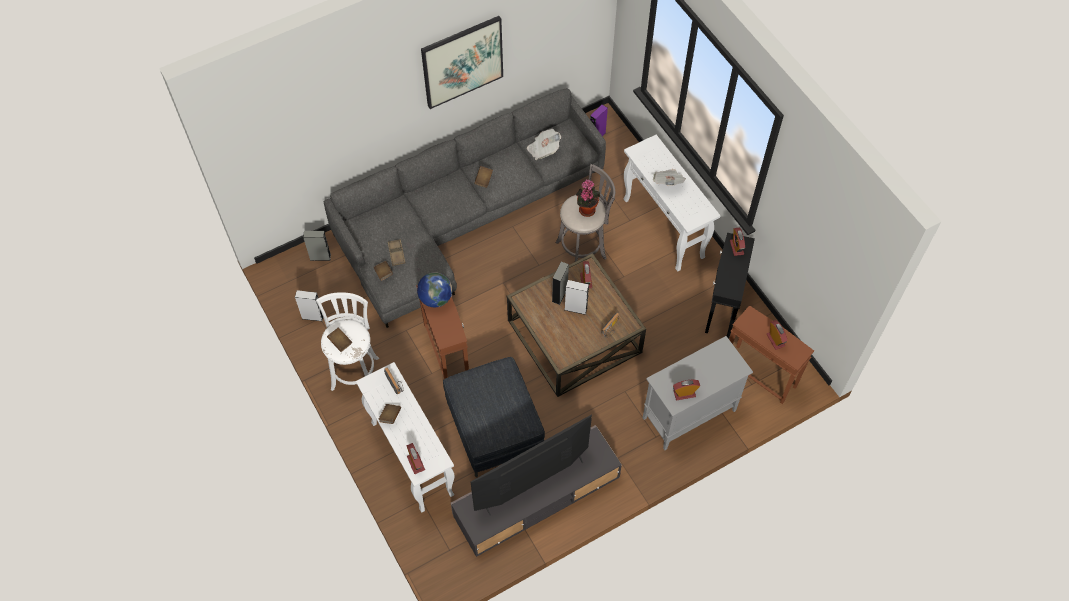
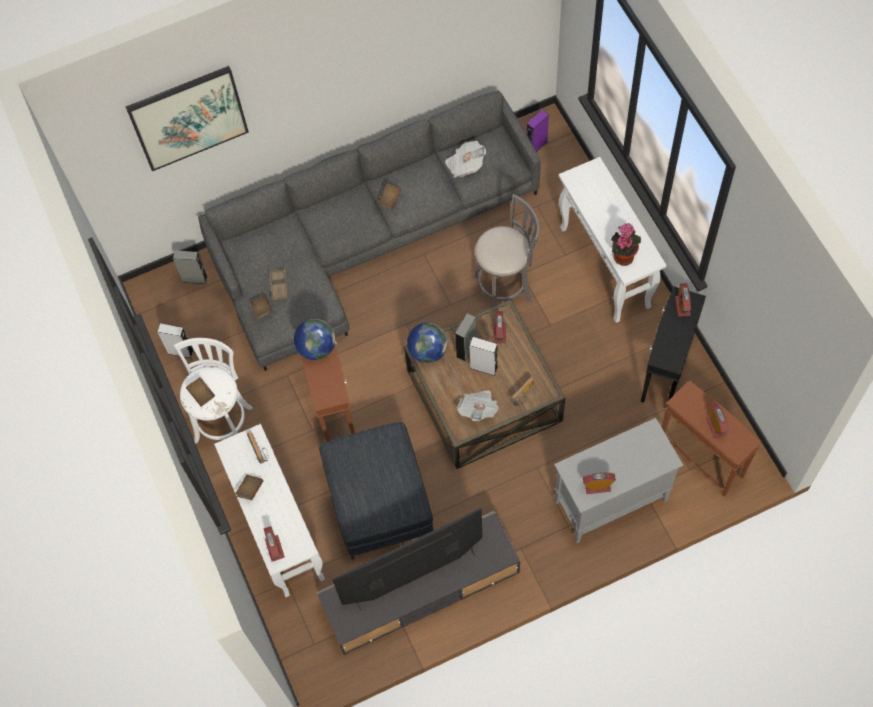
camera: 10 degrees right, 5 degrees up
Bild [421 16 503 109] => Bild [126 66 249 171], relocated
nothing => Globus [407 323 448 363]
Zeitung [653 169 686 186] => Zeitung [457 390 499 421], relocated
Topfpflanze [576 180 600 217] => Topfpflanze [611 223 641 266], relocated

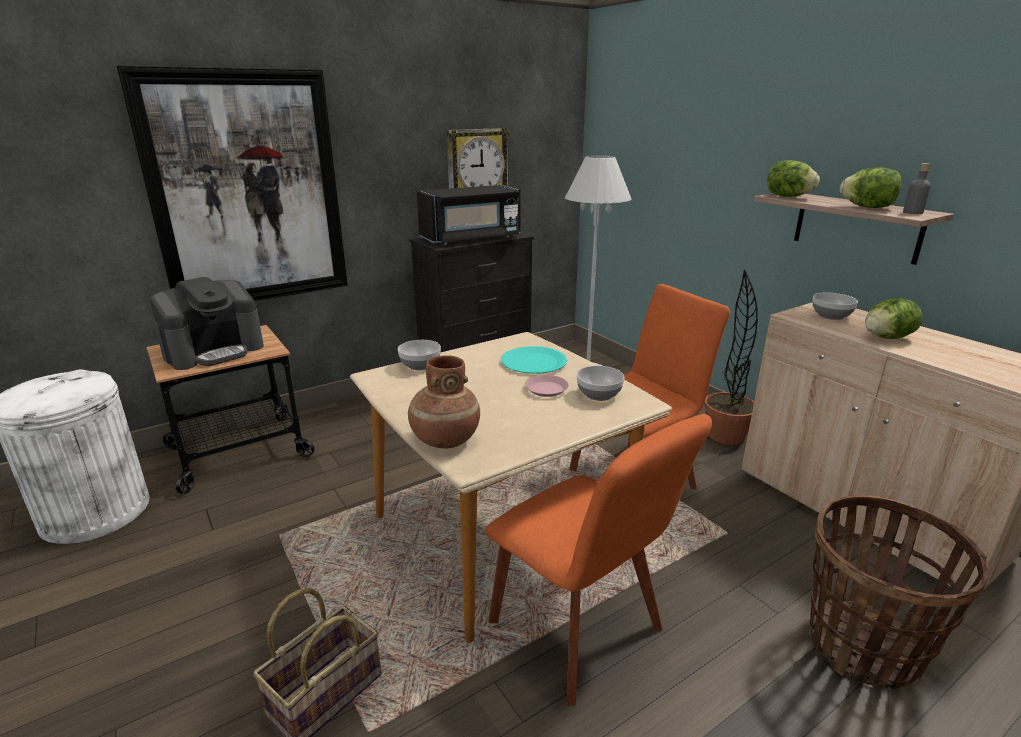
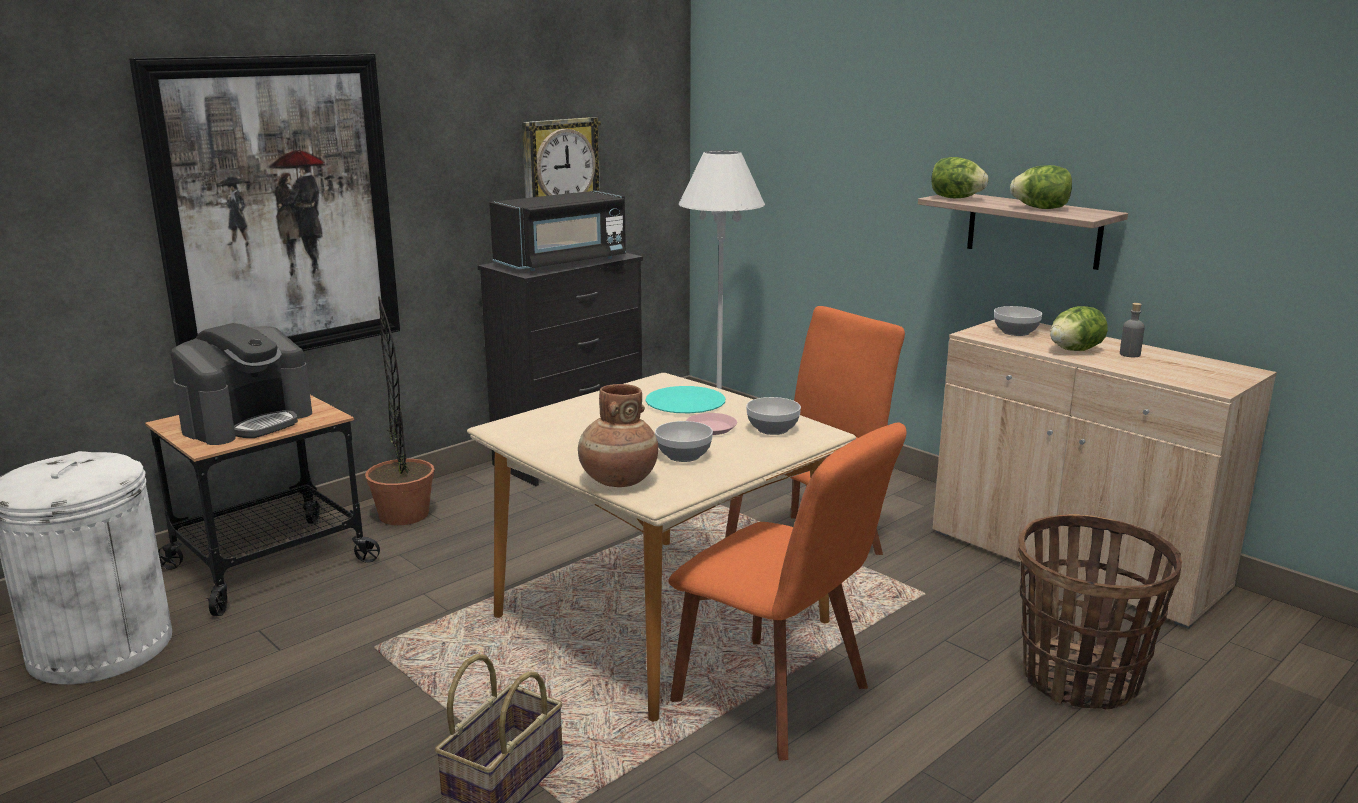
camera: 10 degrees left, 5 degrees down
Topfpflanze [705 269 758 445] => Topfpflanze [365 296 434 525], relocated
Schüssel [398 340 441 370] => Schüssel [655 421 713 462], relocated
Flasche [grau] [903 163 931 214] => Flasche [grau] [1120 303 1145 357], relocated

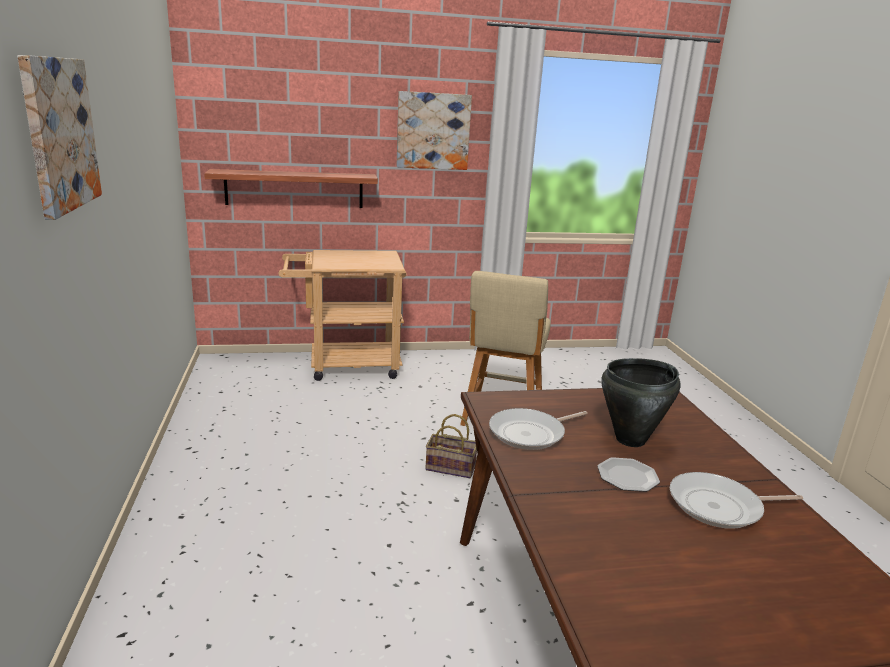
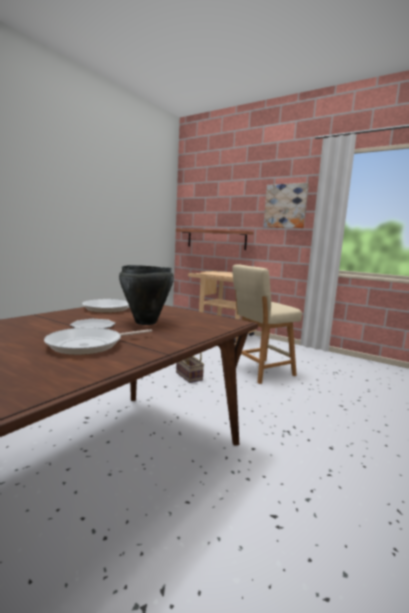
camera: 45 degrees right, 10 degrees down
Pfanne [670 472 803 529] => Pfanne [44 327 152 355], 75 degrees counterclockwise
Bild [17 55 102 220] => nothing

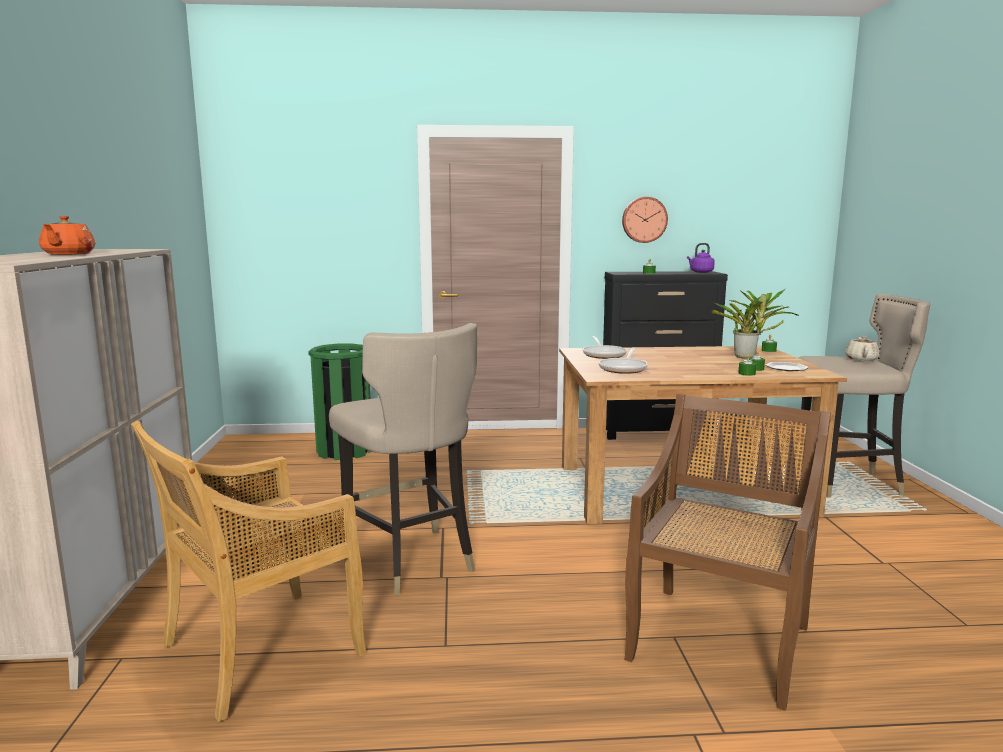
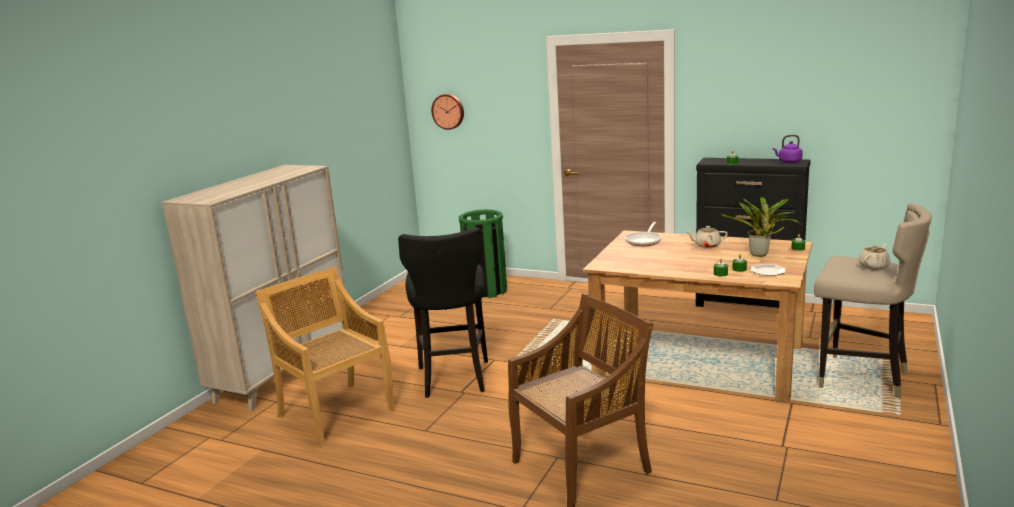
camera: 30 degrees right, 5 degrees up
Stuhl [beige] [131 420 367 722] => Stuhl [beige] [255 267 396 445], 60 degrees clockwise
Hocker [beige] [329 323 477 596] => Hocker [schwarz] [398 227 488 398]
Wanduhr [622 197 668 243] => Wanduhr [431 94 464 130], relocated
nothing => Teekanne [beige] [685 226 728 248]
Teekanne [orange] [39 216 95 255] => nothing
Pfanne [599 348 648 374] => nothing

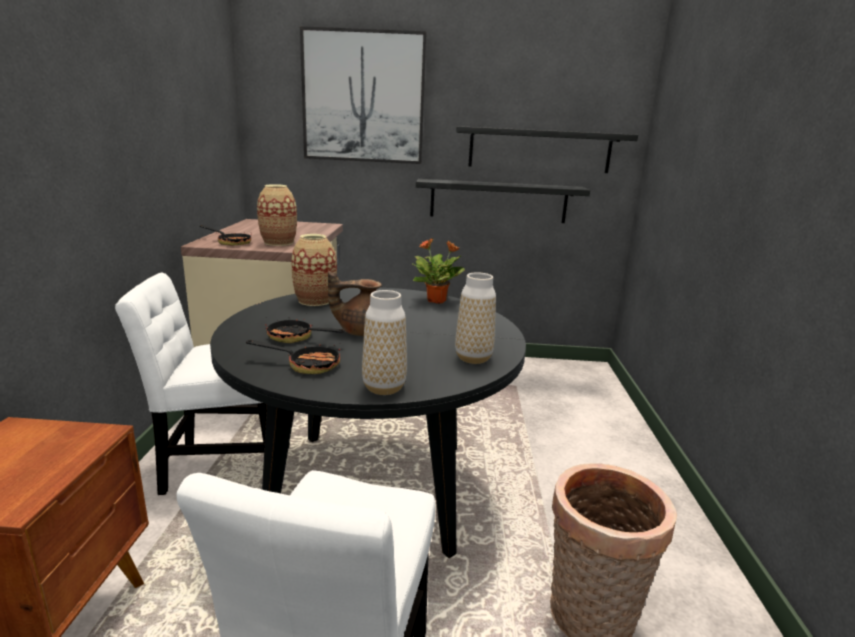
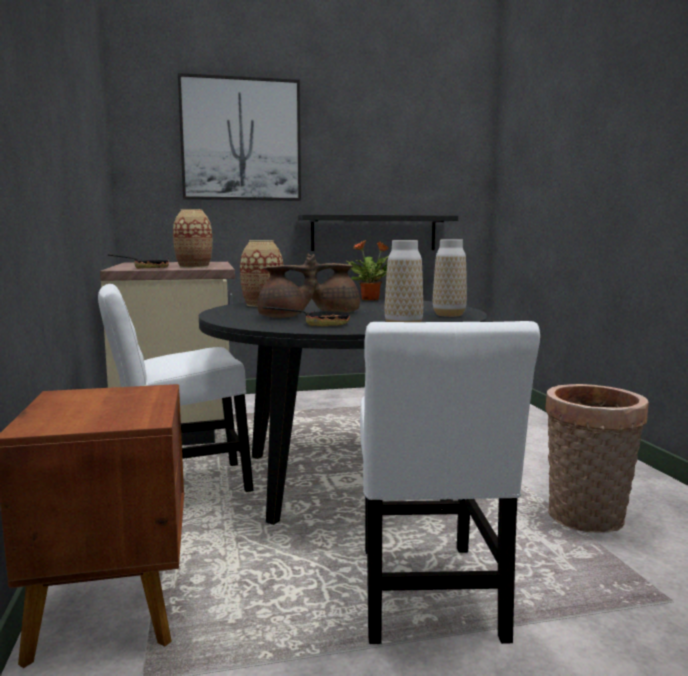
camera: 15 degrees left, 10 degrees down
Pfanne [265 319 345 343] => Teekanne [braun] [257 254 315 318]
Wandregal [schwarz] [456 126 638 173] => nothing

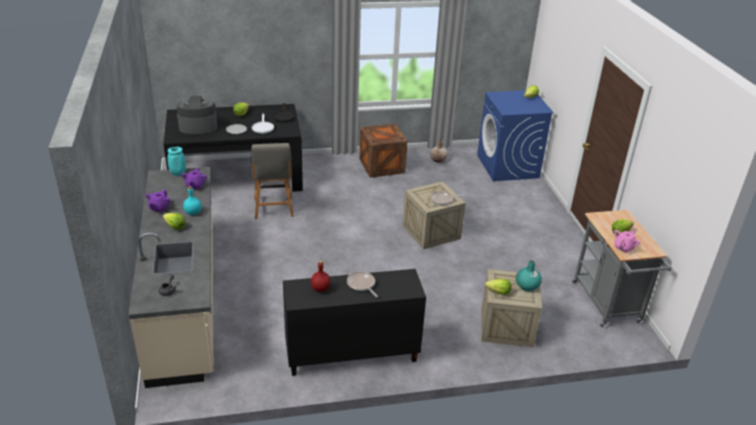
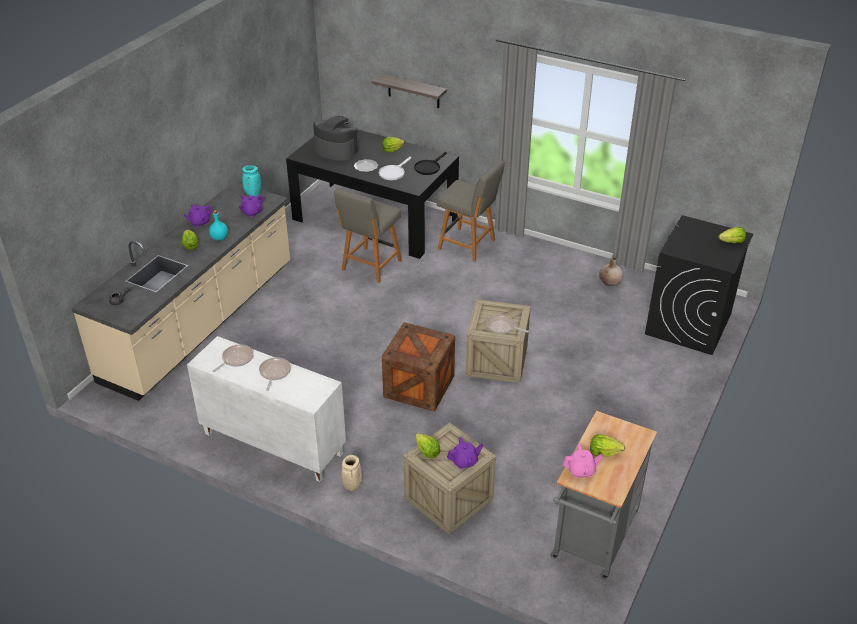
camera: 40 degrees right, 5 degrees up
Schrank [schwarz] [283 269 426 376] => Schrank [weiß] [187 336 346 482]
Flasche [rot] [311 261 331 292] => Pfanne [212 344 254 372]
nothing => Vase [beige] [341 455 362 491]
nothing => Wandregal [371 73 447 108]
Kiste [360 124 408 177] => Kiste [382 323 455 411], relocated
nothing => Stuhl [grau] [437 160 505 262]
Vase [türkis] [516 260 542 291] => Teekanne [lila] [447 437 483 469]
Waschmaschine [blau] [477 90 554 181] => Waschmaschine [schwarz] [645 215 753 355]

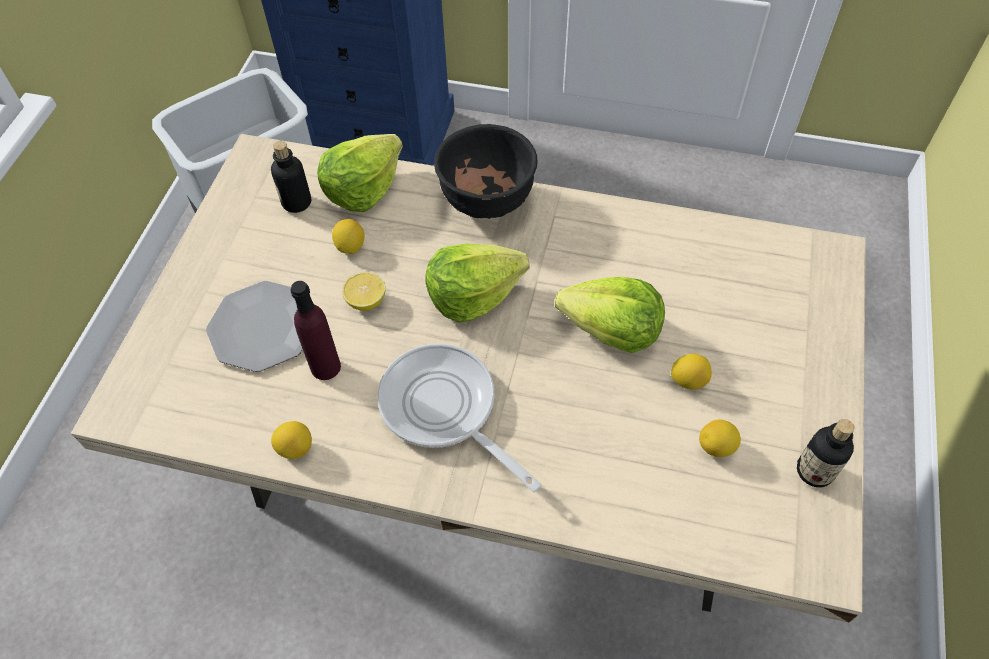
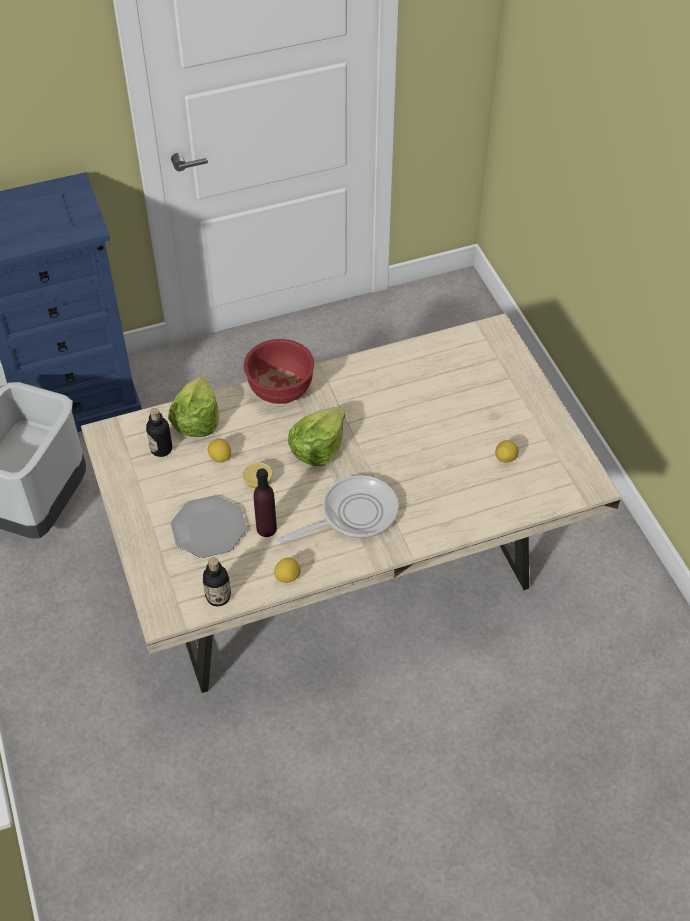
camera: 35 degrees left, 5 degrees down
Flasche [797 419 854 487] => Flasche [202 557 231 606], relocated
Schüssel [schwarz] [434 124 538 219] => Schüssel [rot] [244 339 314 404]
Pfanne [377 344 541 492] => Pfanne [276 475 399 544], 135 degrees clockwise
Salatkopf [555 277 665 353] => nothing
Zitrone [671 354 712 390] => nothing

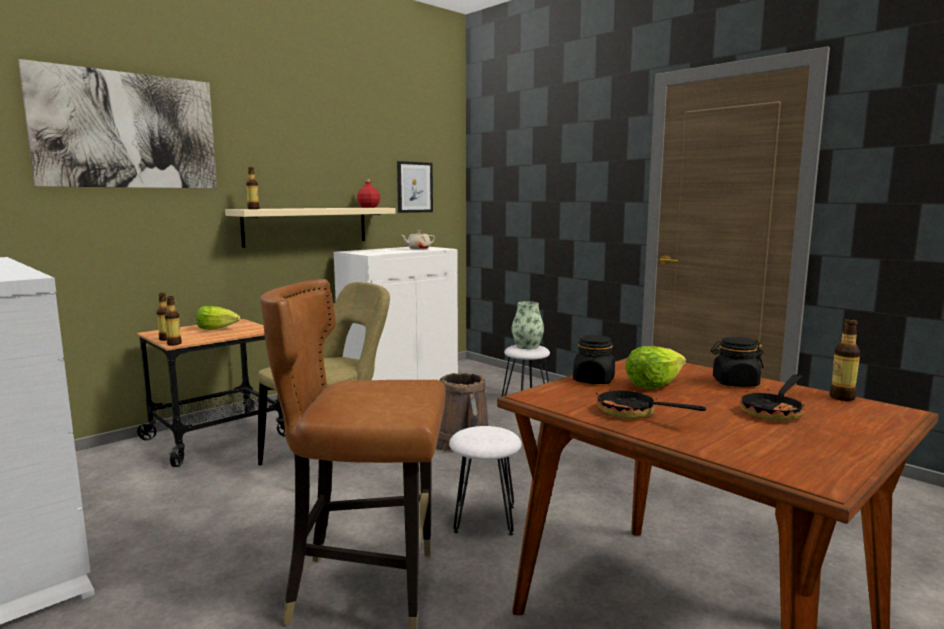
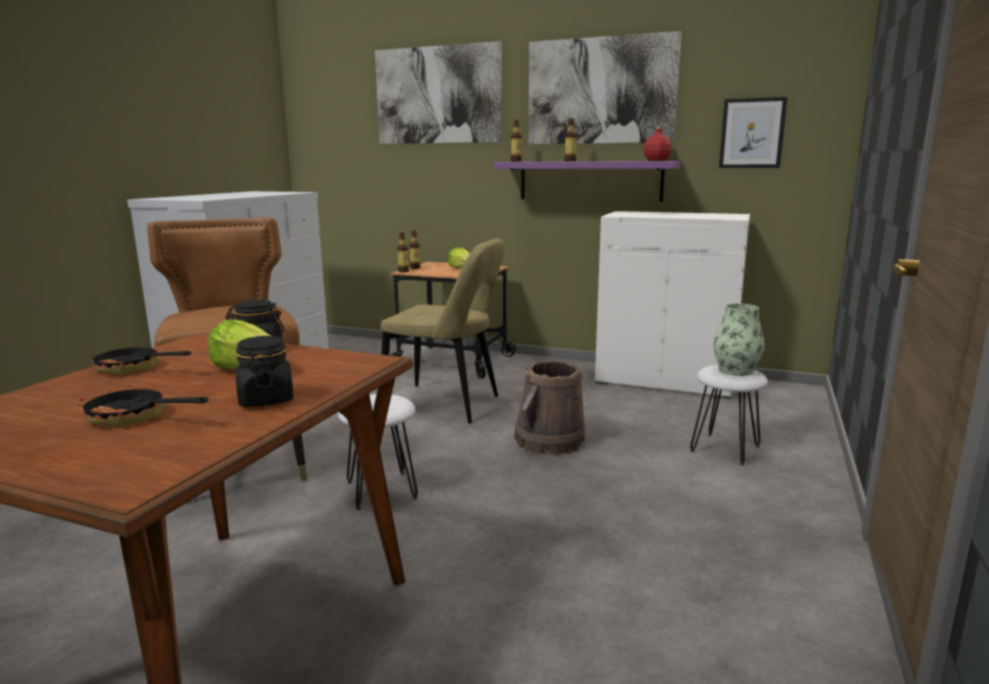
camera: 65 degrees right, 5 degrees up
Pfanne [596 383 706 419] => Pfanne [89 336 191 375], 90 degrees counterclockwise
Wandregal [beige] [225 208 396 248] => Wandregal [lila] [494 161 681 202]
nothing => Bild [529 31 682 144]
Flasche [829 319 860 401] => Flasche [565 118 577 161], relocated
Teekanne [beige] [401 230 435 249] => nothing

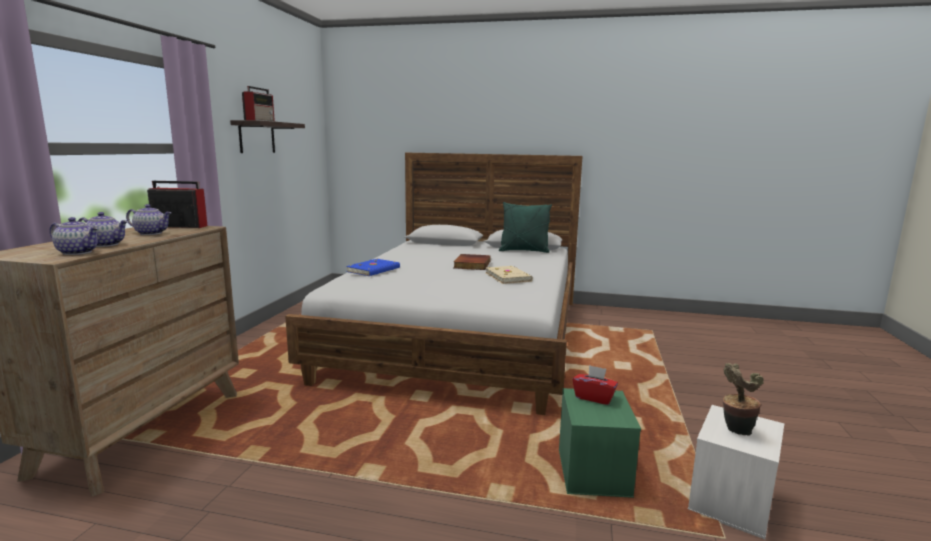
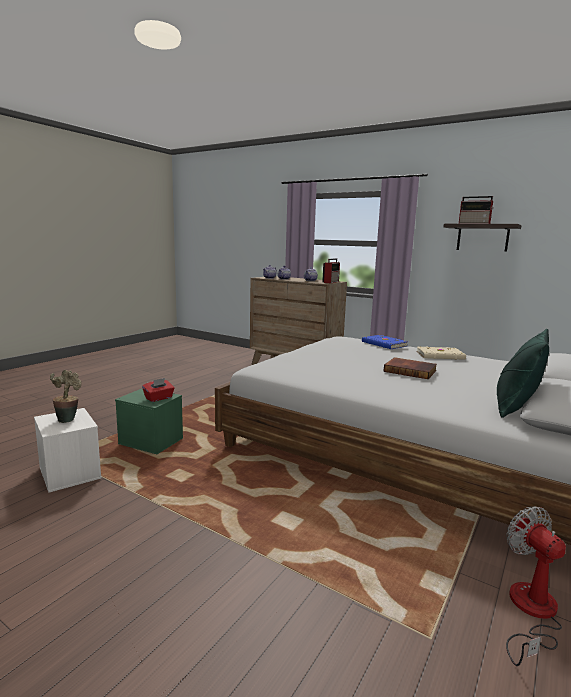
camera: 110 degrees right, 0 degrees up
Buch [beige] [486 266 533 284] => Buch [beige] [416 347 466 360], relocated
nothing => Ventilator [506 506 566 666]

